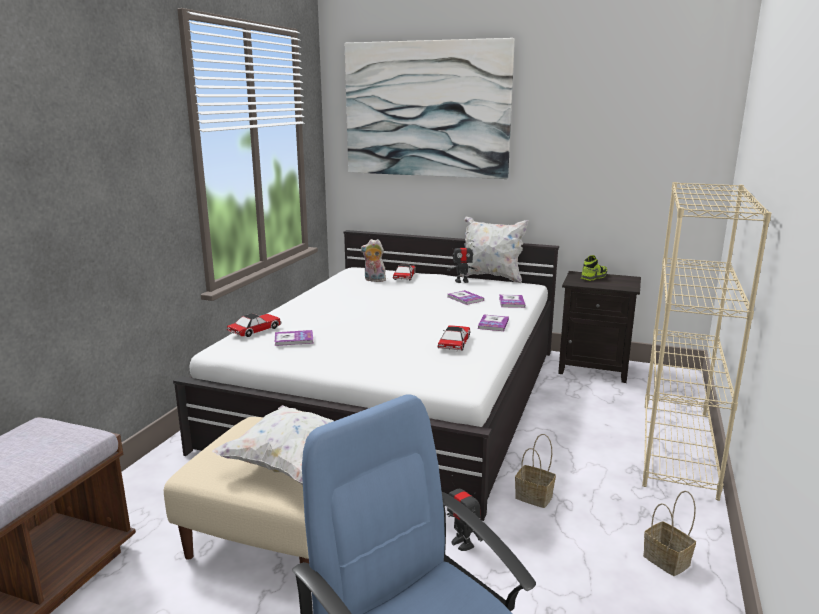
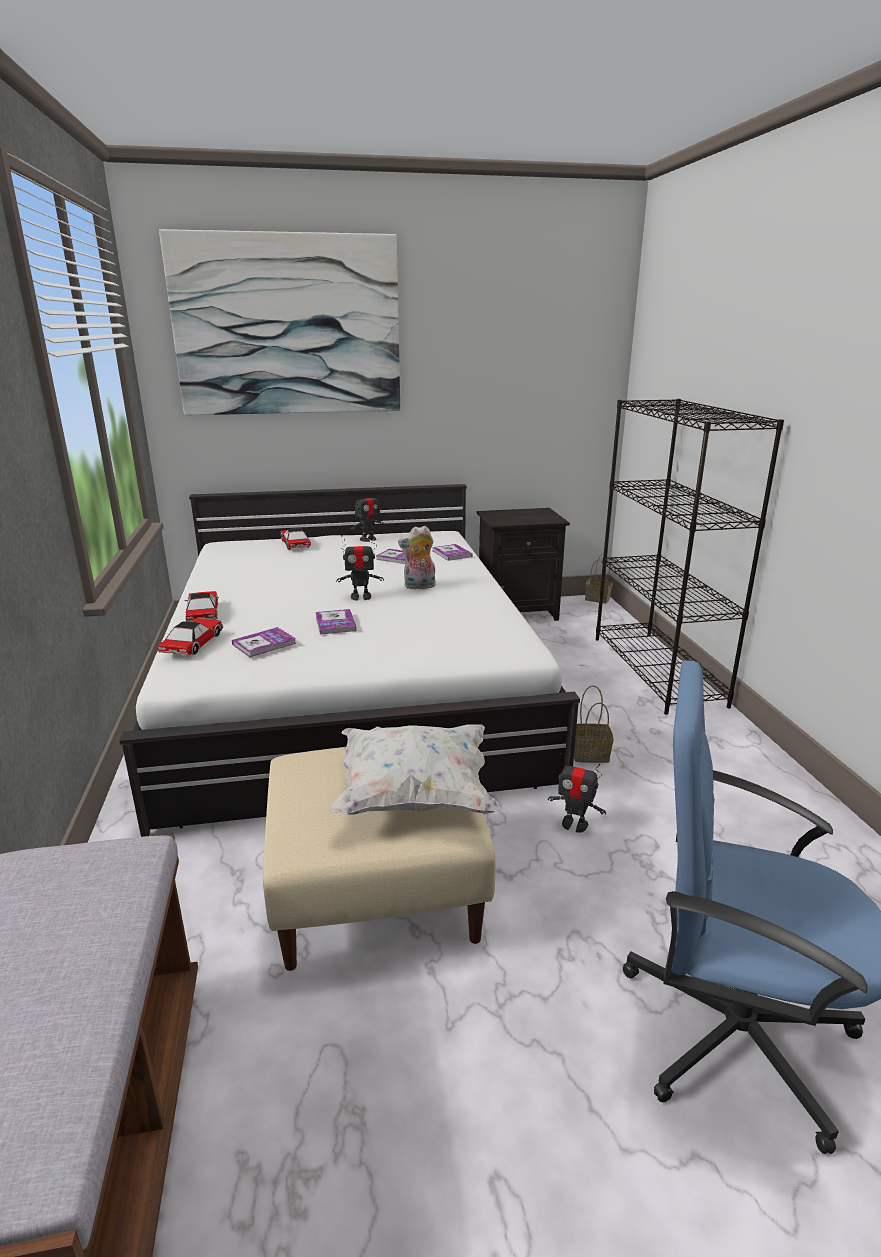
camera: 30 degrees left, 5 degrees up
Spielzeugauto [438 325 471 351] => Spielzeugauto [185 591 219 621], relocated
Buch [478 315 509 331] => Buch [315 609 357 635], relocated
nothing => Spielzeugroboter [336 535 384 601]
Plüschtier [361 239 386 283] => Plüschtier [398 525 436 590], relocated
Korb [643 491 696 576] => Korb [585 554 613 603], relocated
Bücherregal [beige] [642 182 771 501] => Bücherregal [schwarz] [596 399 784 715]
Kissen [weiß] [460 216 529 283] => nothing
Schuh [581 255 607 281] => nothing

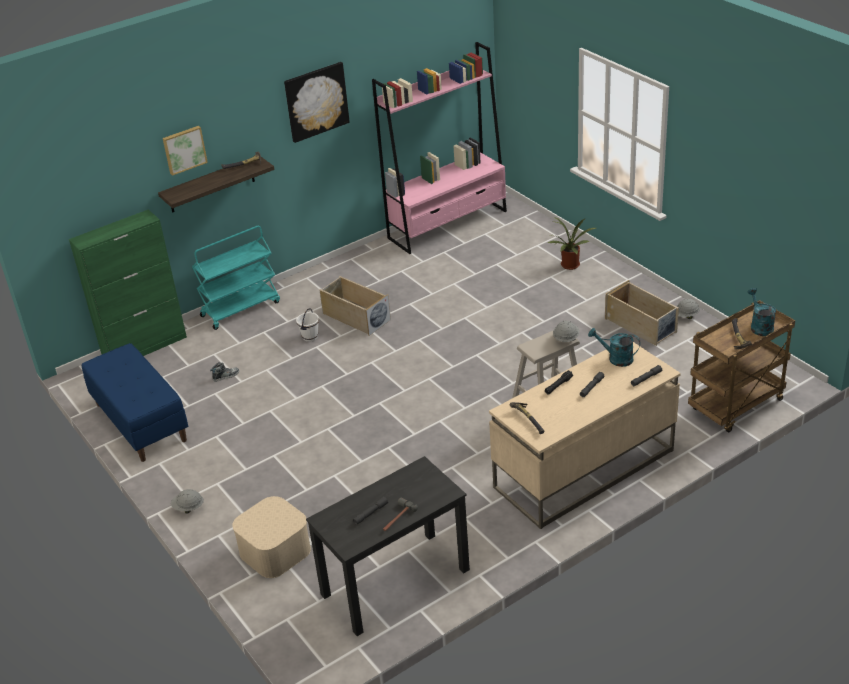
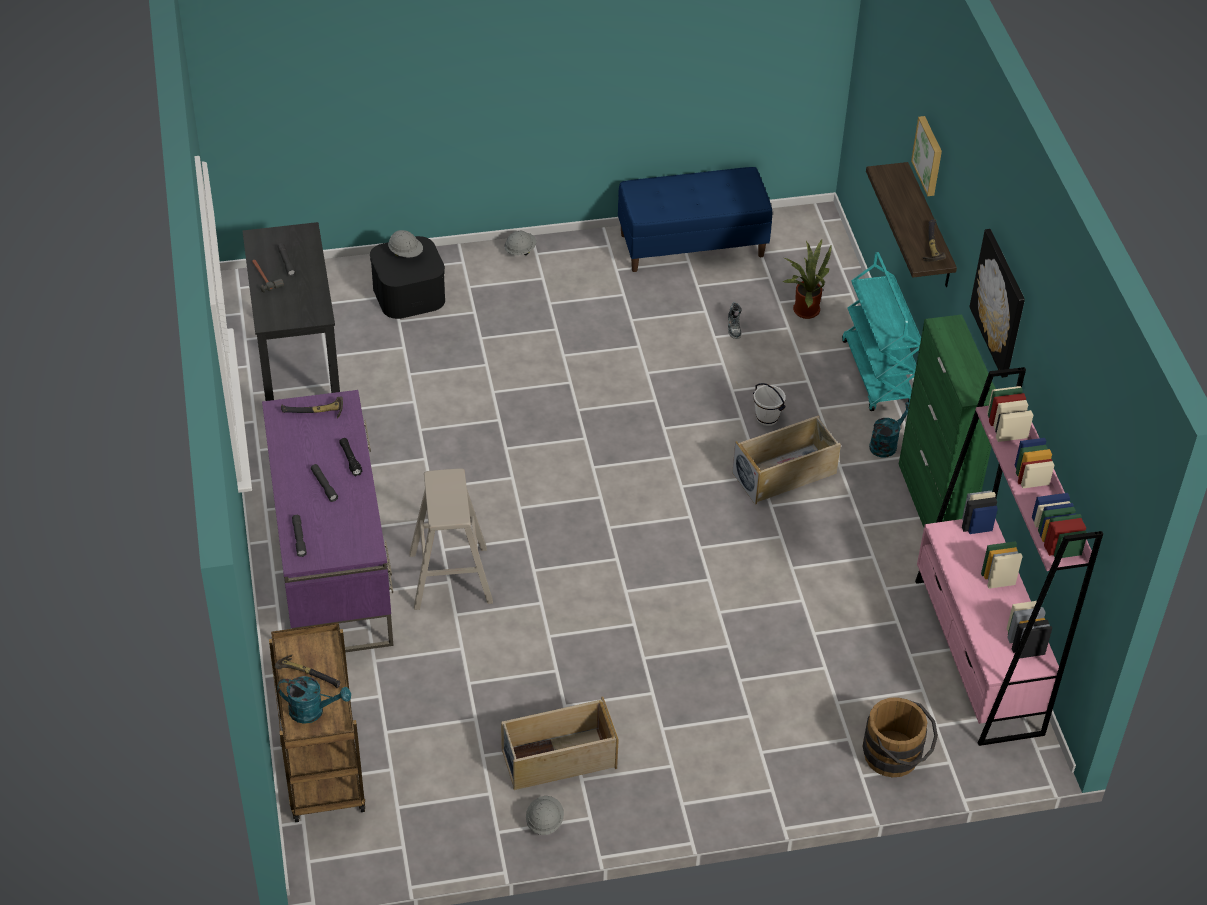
camera: 110 degrees right, 10 degrees up
Schreibtisch [beige] [489 342 681 529] => Schreibtisch [lila] [262 390 393 652]
Aufbewahrungsbox [beige] [232 496 311 578] => Aufbewahrungsbox [schwarz] [370 236 445 319]
Schutzhelm [grau] [553 321 579 342] => Schutzhelm [grau] [388 230 423 258], relocated
Topfpflanze [548 217 596 270] => Topfpflanze [783 238 832 319], relocated
nothing => Eimer [braun] [863 697 938 777]
Gießkanne [türkis] [588 328 640 367] => Gießkanne [türkis] [869 402 910 457], relocated
Schrank [grün] [69 209 187 356] => Schrank [grün] [899 315 996 527], relocated

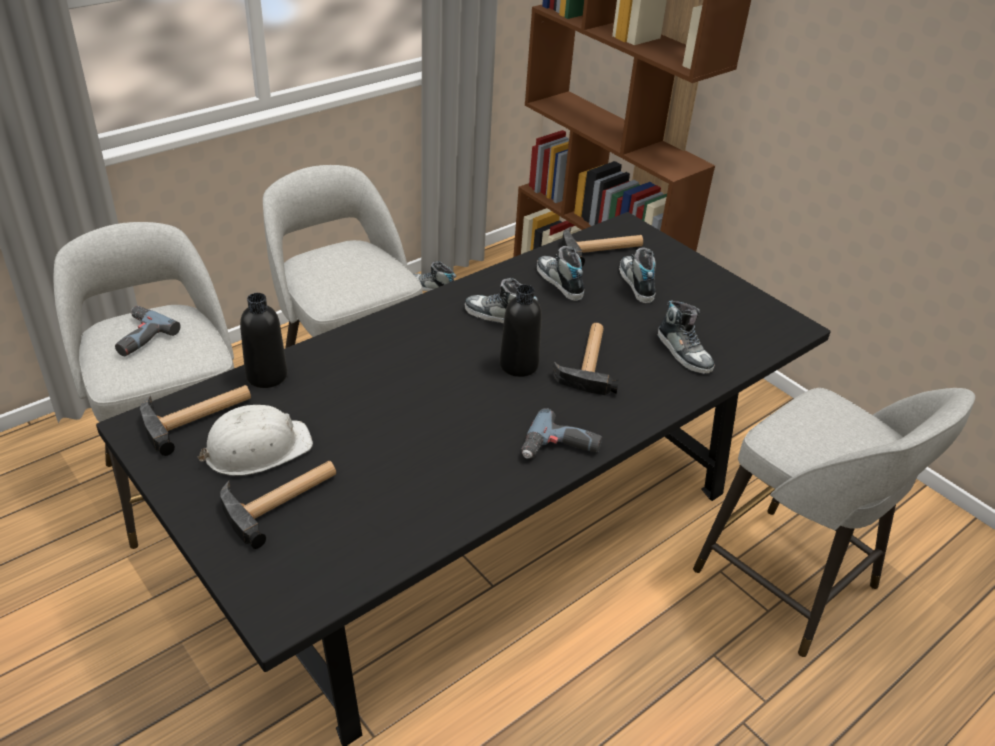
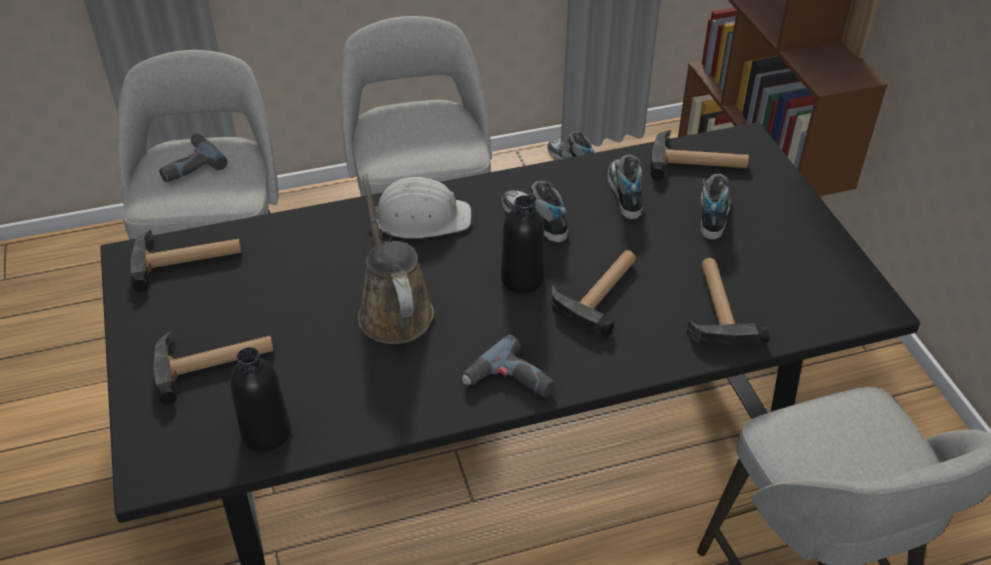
camera: 25 degrees right, 5 degrees up
Flasche [schwarz] [240 293 287 388] => Flasche [schwarz] [230 347 291 452], relocated
nothing => Gießkanne [braun] [358 174 434 344]
Schutzhelm [weiß] [197 405 313 476] => Schutzhelm [weiß] [374 177 471 239], relocated
Schuh [657 300 714 374] => Hammer [687 258 769 348]

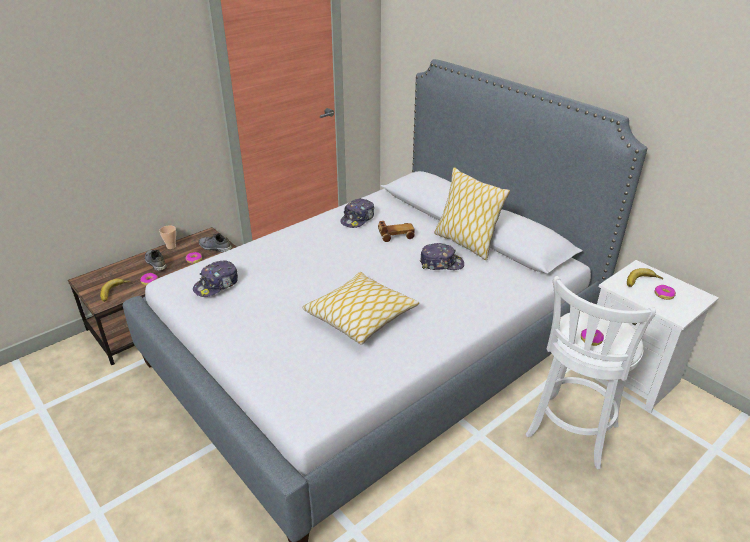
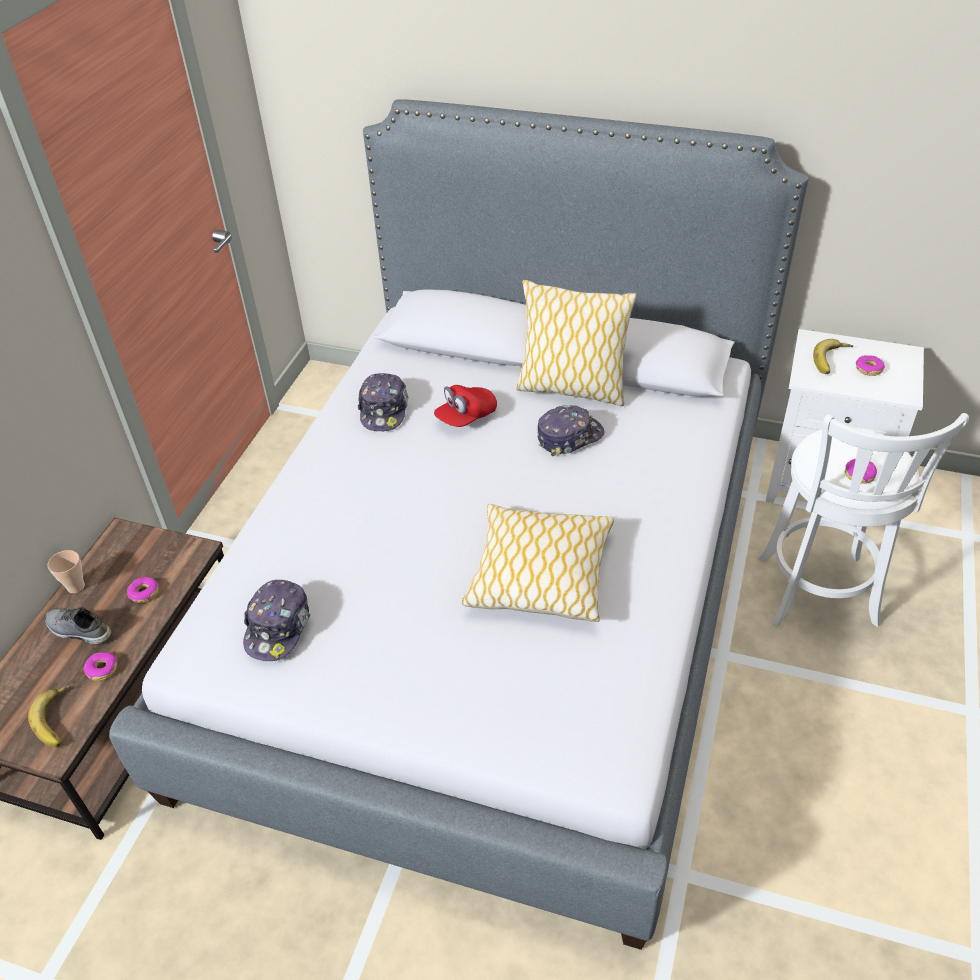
camera: 30 degrees left, 10 degrees up
Spielzeugauto [378 221 415 242] => Kappe [rot] [434 385 497 427]
Schuh [grau] [199 233 232 252] => nothing

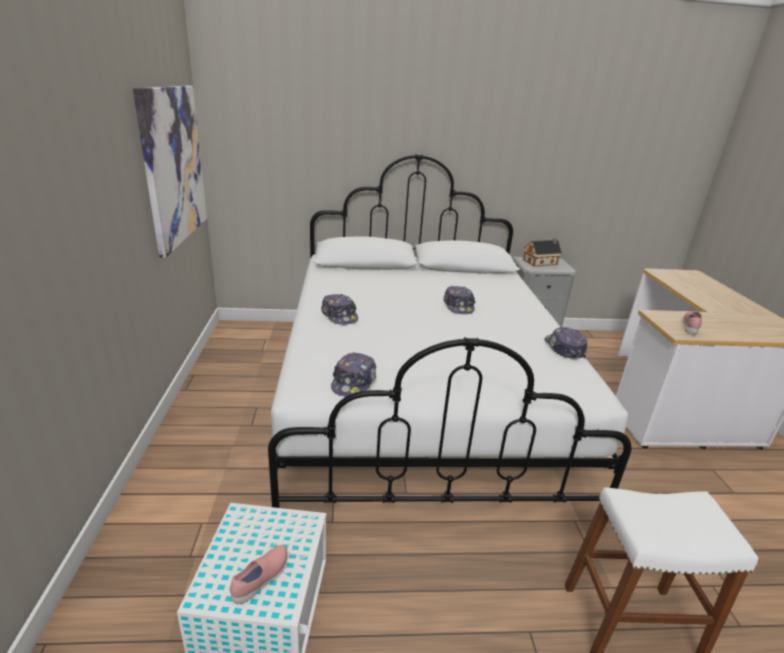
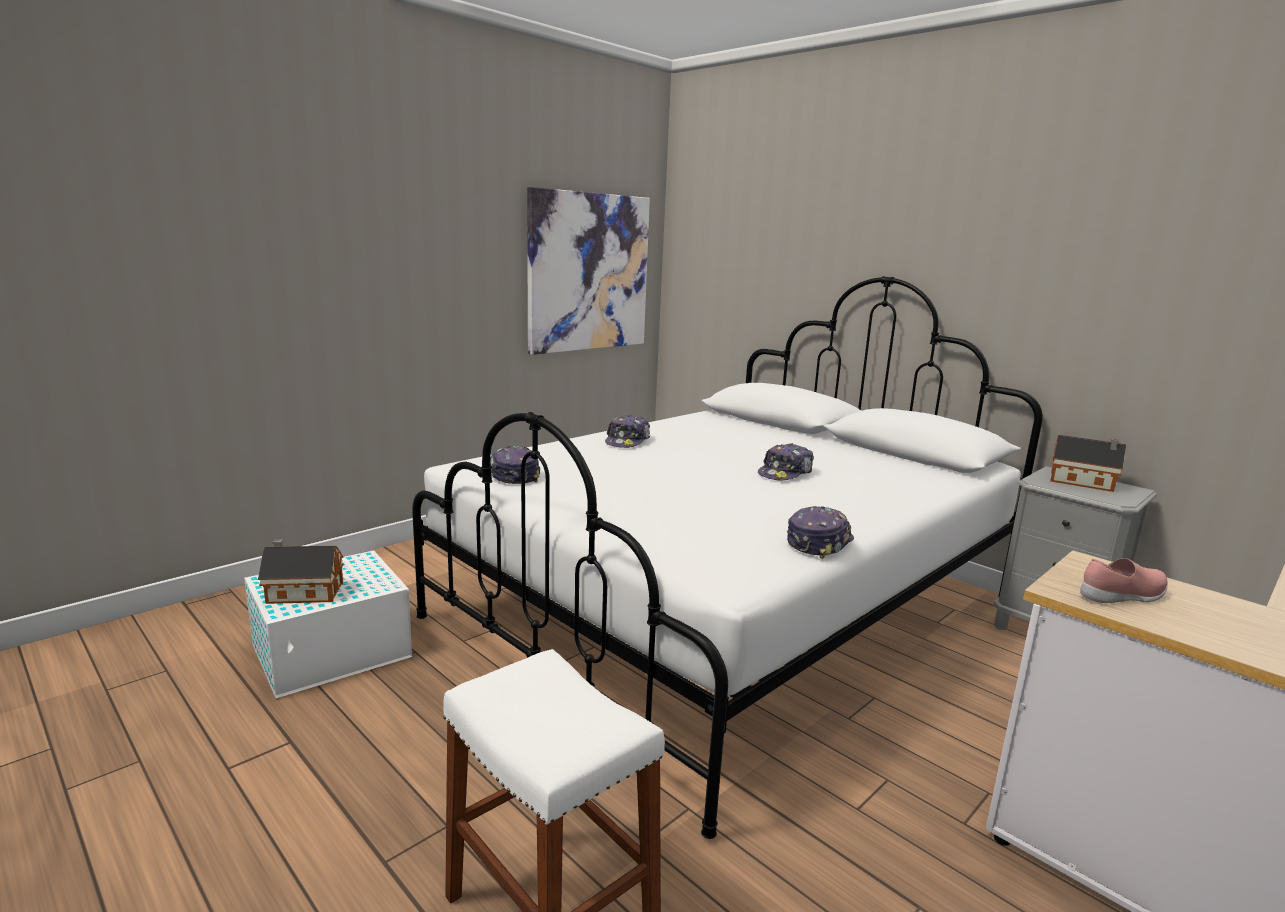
camera: 50 degrees right, 10 degrees down
Schuh [rosa] [230 545 288 604] => Spielzeughaus [258 539 344 604]
Kappe [331 352 376 397] => Kappe [490 446 540 484], 90 degrees clockwise

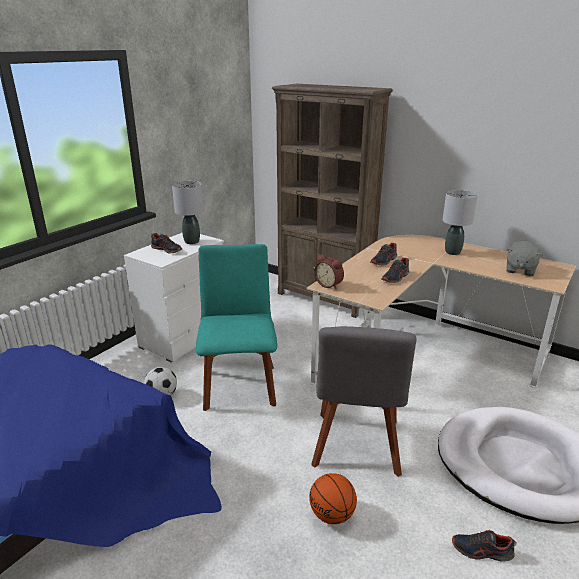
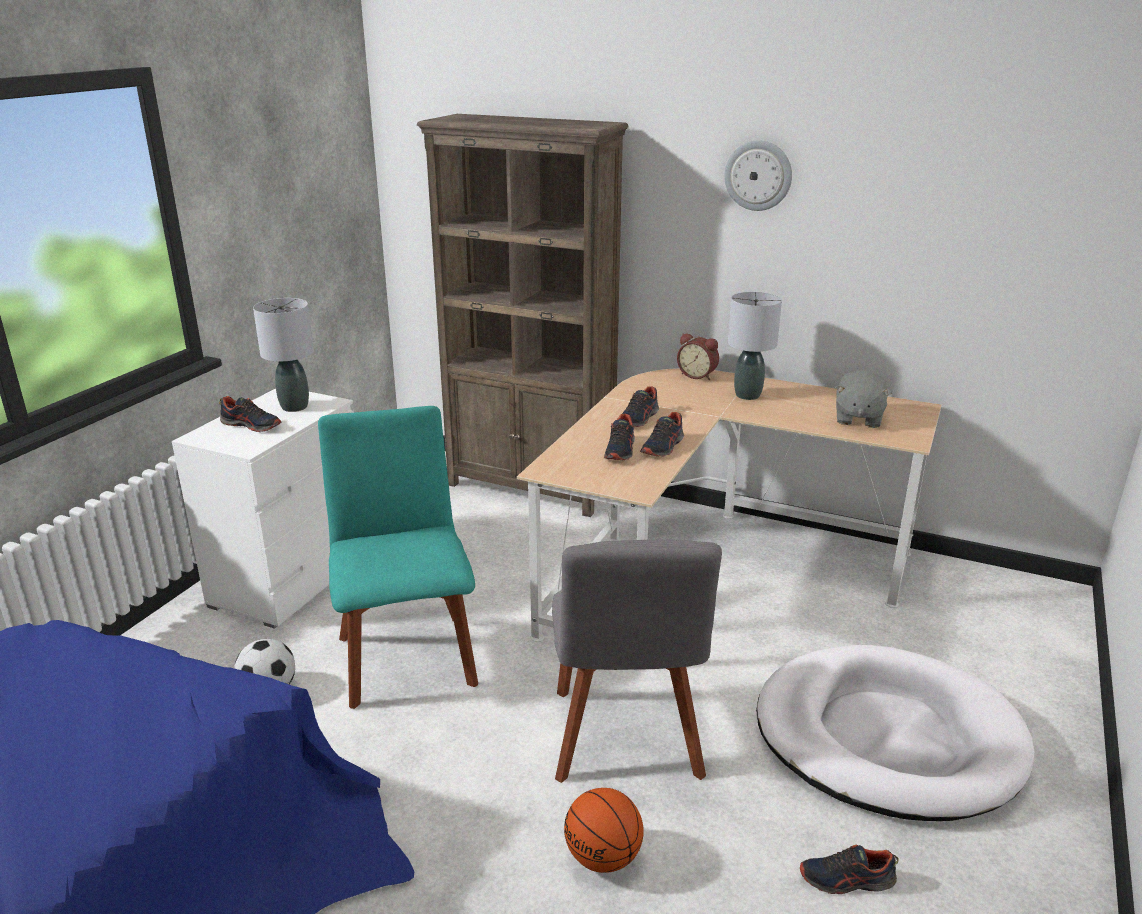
camera: 10 degrees left, 0 degrees up
nothing => Schuh [604 414 635 460]
Wecker [314 254 344 289] => Wecker [677 333 719 380], relocated
nothing => Wanduhr [724 140 792 211]

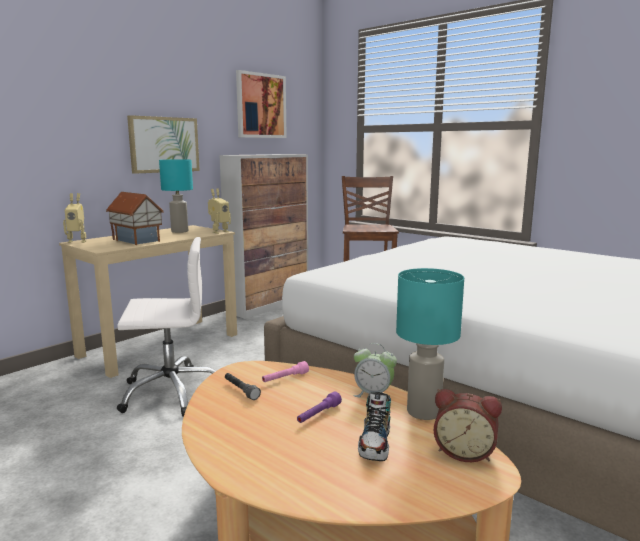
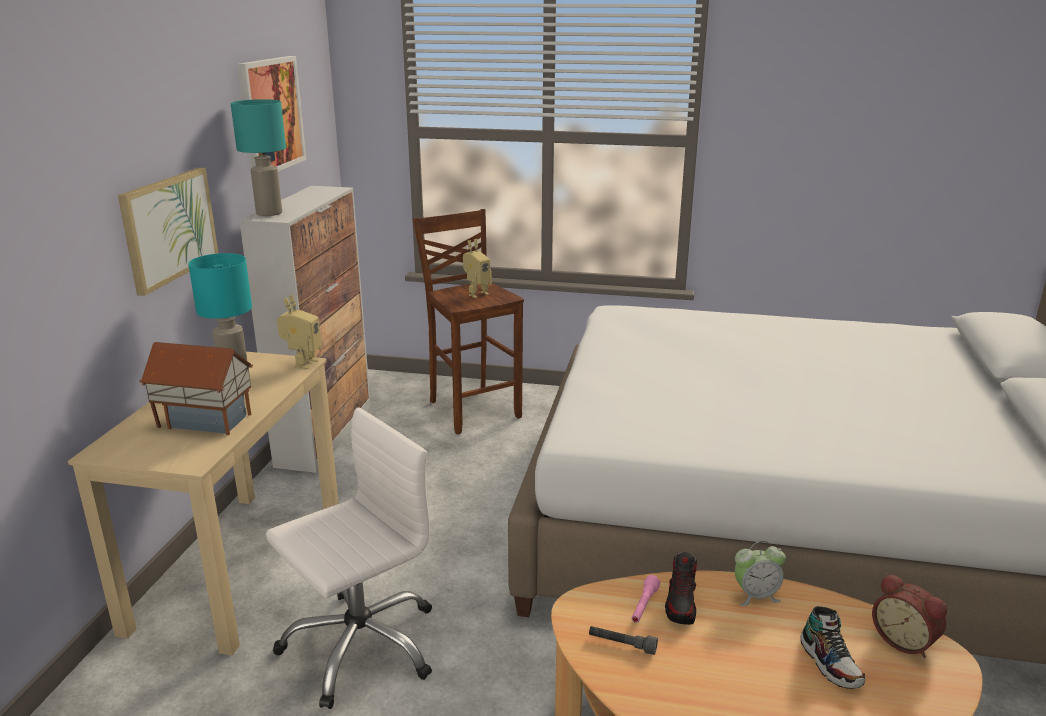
camera: 30 degrees left, 10 degrees up
Tischlampe [türkis] [396 268 464 420] => Tischlampe [türkis] [230 99 286 216], relocated
Spielzeugroboter [63 193 86 243] => Spielzeugroboter [463 239 492 298], relocated
nothing => Schuh [665 552 697 625]
Wecker [434 389 502 462] => Wecker [872 574 947 658], 60 degrees clockwise
Taschenlampe [lila] [297 391 342 423] => nothing

